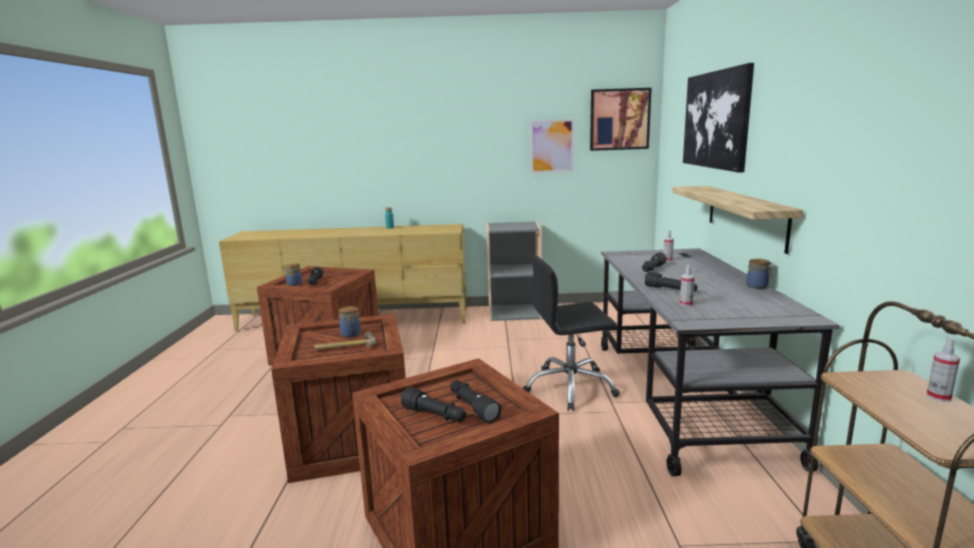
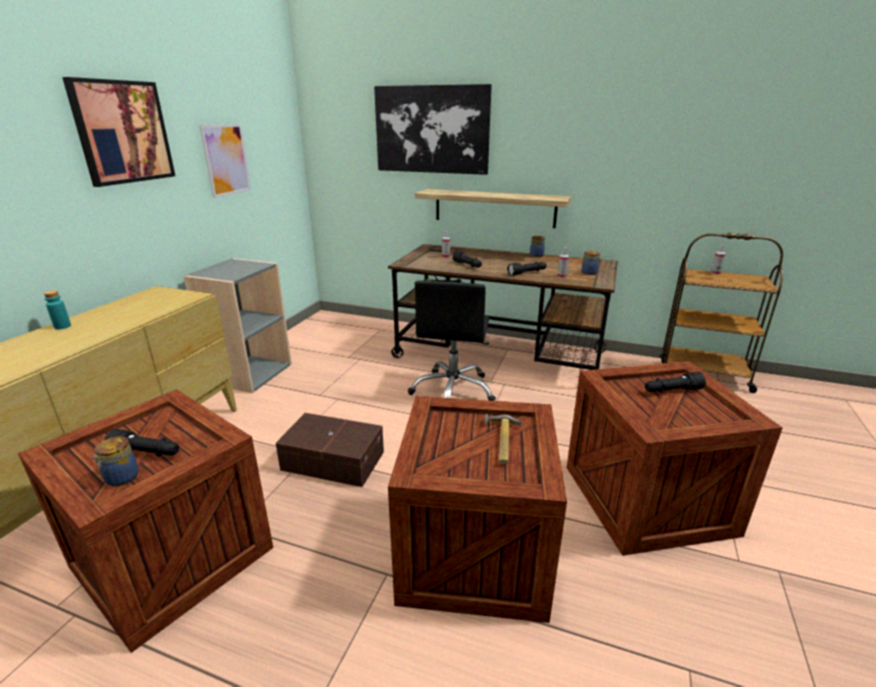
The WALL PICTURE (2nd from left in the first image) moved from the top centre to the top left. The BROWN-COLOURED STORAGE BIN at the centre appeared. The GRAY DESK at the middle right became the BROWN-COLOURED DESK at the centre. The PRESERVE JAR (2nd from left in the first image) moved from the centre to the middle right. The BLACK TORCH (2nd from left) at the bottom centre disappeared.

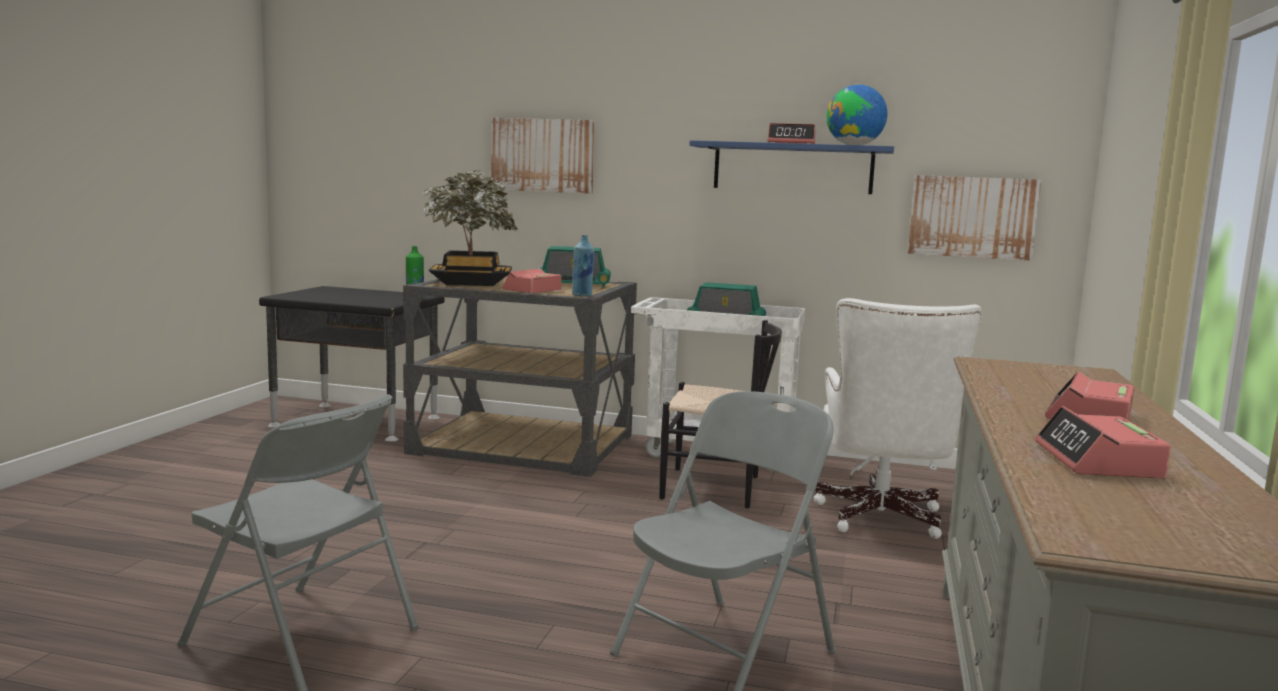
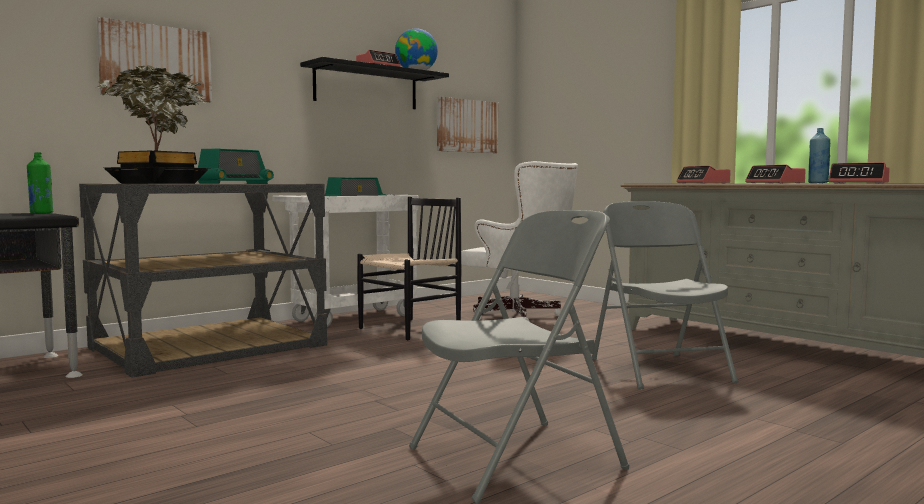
The BLUISH BRACKET SHELF at the top centre became the BLACK BRACKET SHELF at the top centre. The BEDSIDE CLOCK (1st from left in the first image) moved from the centre to the middle right. The BLUISH BOTTLE moved from the centre to the top right.

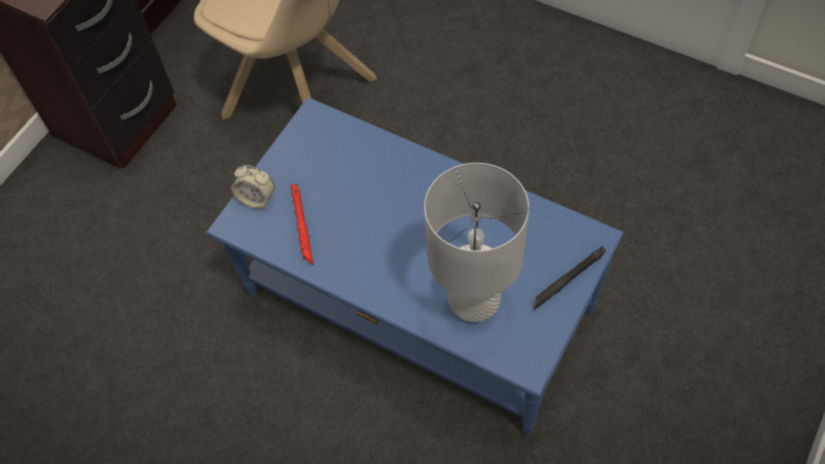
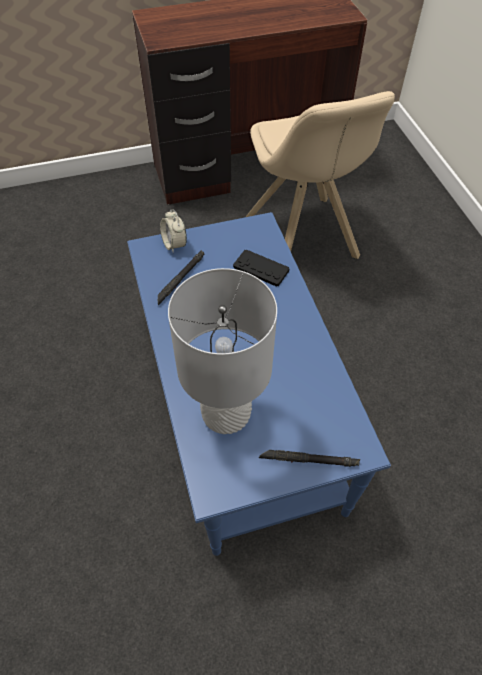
The REDDISH TORCH at the centre became the BLACK TORCH (1st from left) at the centre. The BLACK GAME CONTROLLER at the centre appeared.

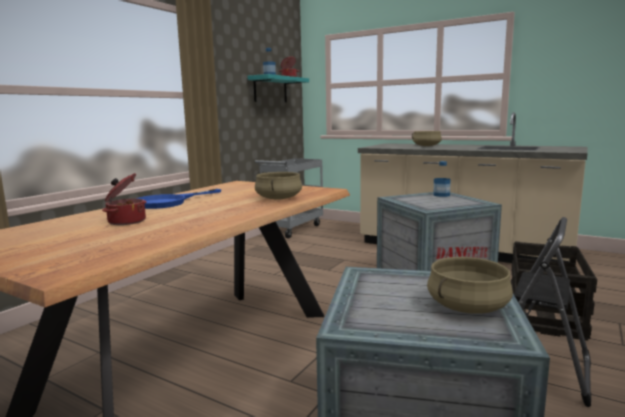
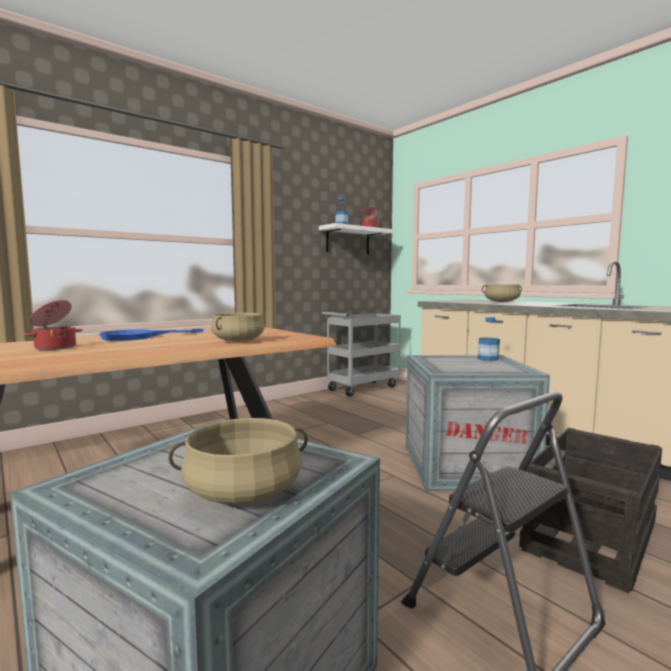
The BLUE-GREEN BRACKET SHELF at the top centre became the WHITISH BRACKET SHELF at the centre.

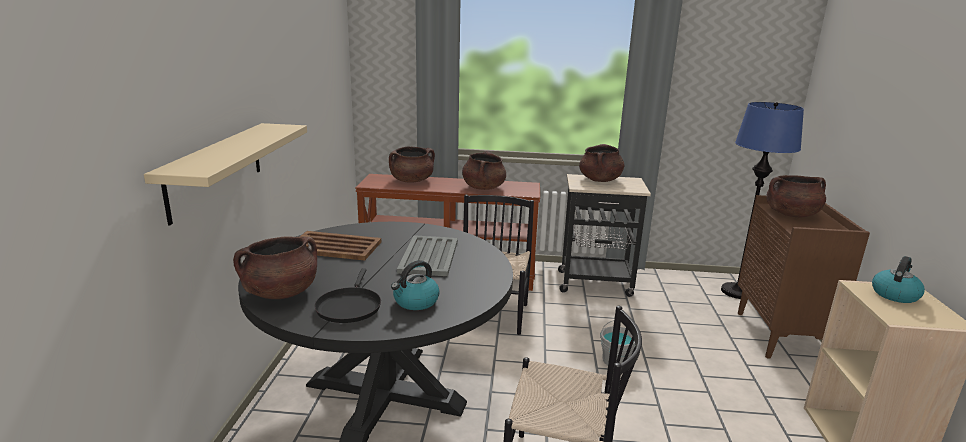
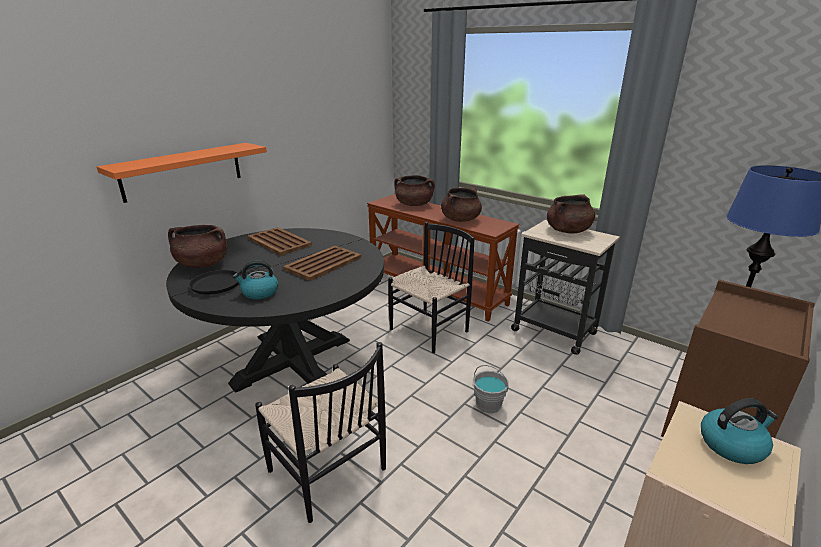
The SAND-COLOURED BRACKET SHELF at the middle left became the ORANGE-COLOURED BRACKET SHELF at the top left. The GRAY CARRYING TRAY at the centre became the BROWN-COLOURED CARRYING TRAY (2nd from left) at the centre. The BROWN-COLOURED SAUCEPOT (5th from left) at the middle right disappeared.

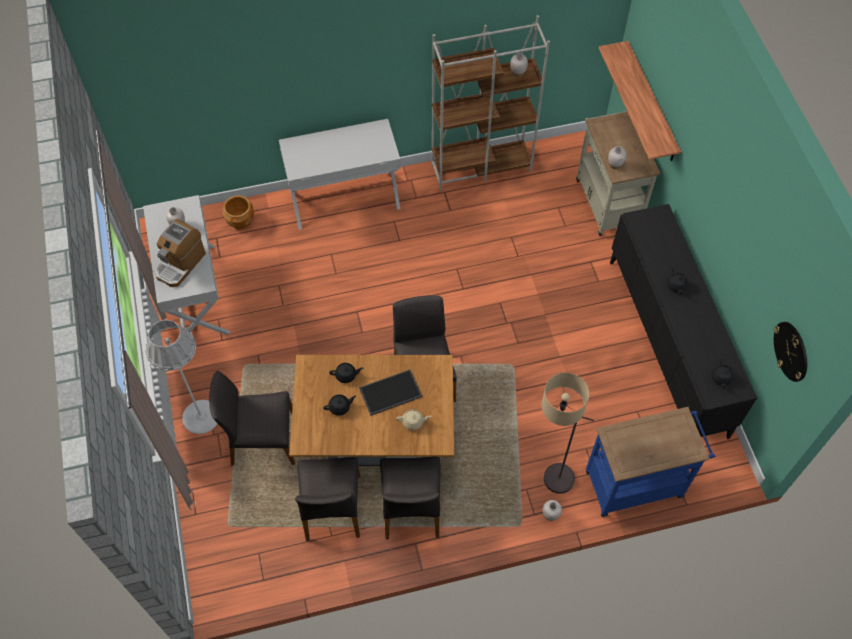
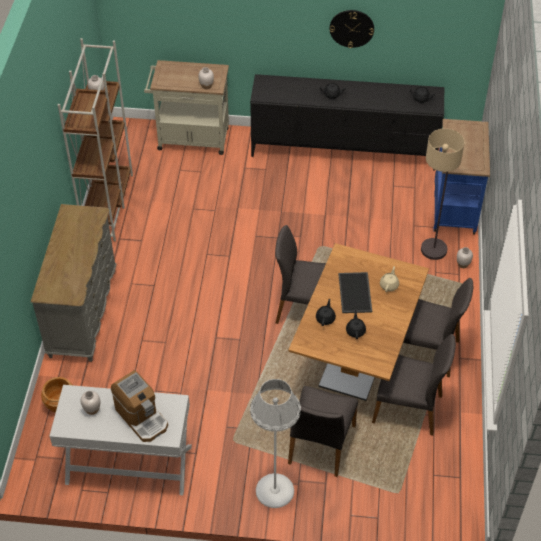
The WHITISH CONSOLE TABLE (2nd from left) at the top centre was replaced by the GRAY DRESSER at the middle left. The HANGING CLOCK moved from the middle right to the top centre. The BRACKET SHELF at the top right disappeared.

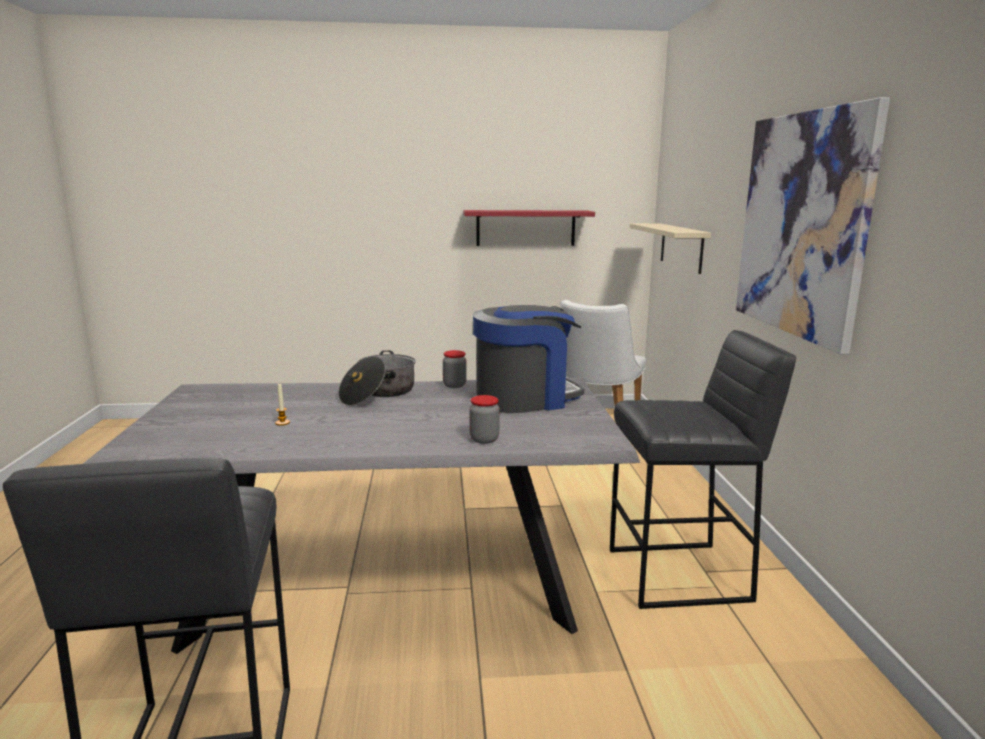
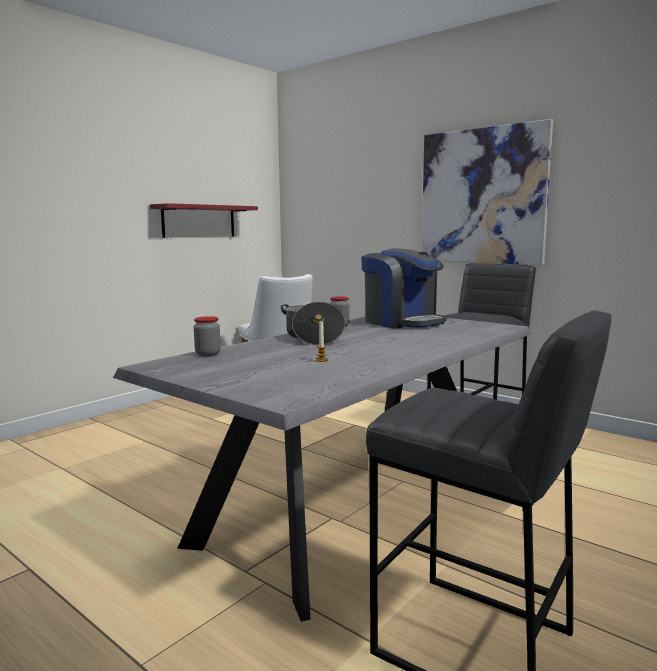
The PRESERVE JAR (2nd from left in the first image) moved from the centre to the middle left. The COFFEE MACHINE at the centre turned 120 degrees clockwise. The SAND-COLOURED BRACKET SHELF at the middle right disappeared.

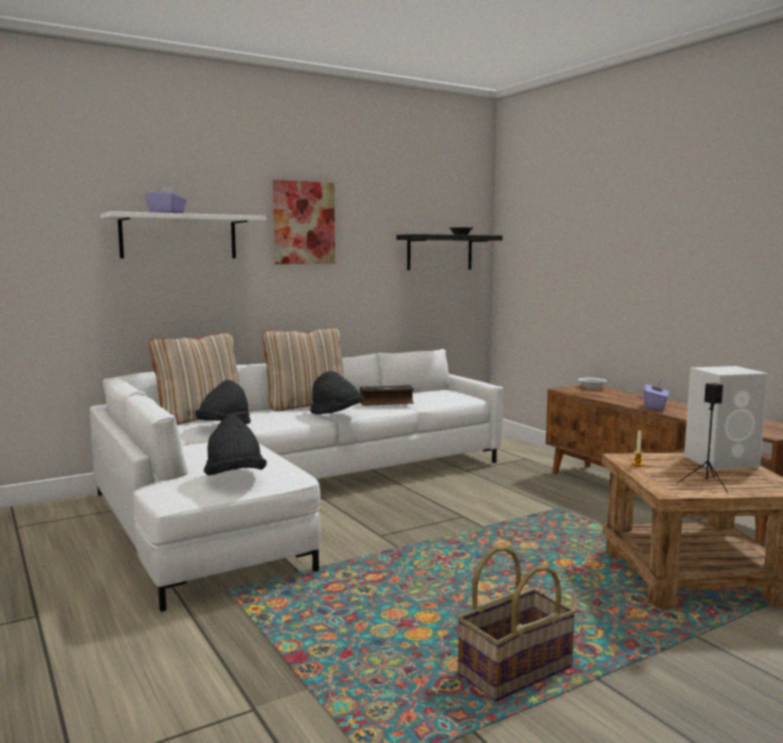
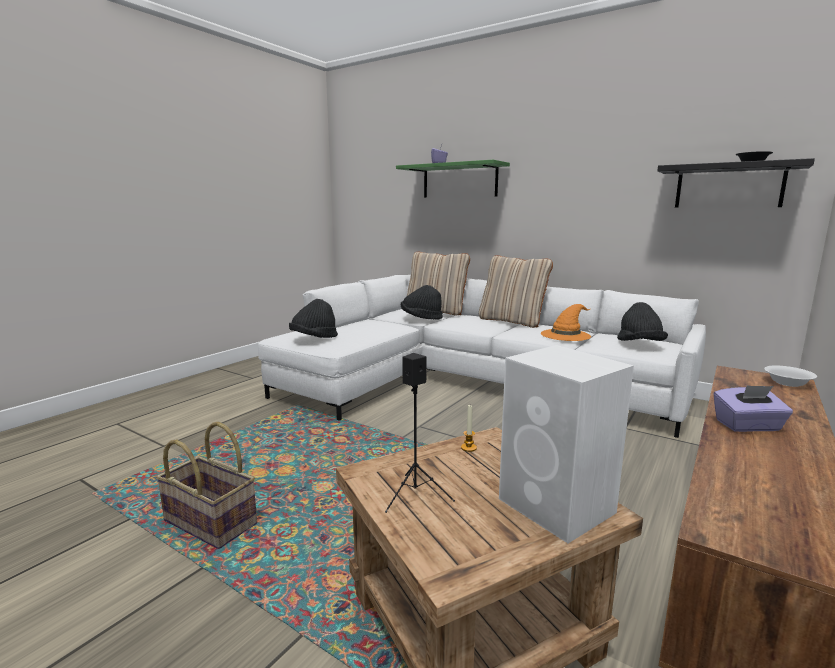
The WHITISH BRACKET SHELF at the top left became the GREEN-COLOURED BRACKET SHELF at the top centre. The VOLUME at the centre was replaced by the ORANGE-COLOURED CLOTHING HAT at the middle right. The BLACK CLOTHING HAT (3rd from left) moved from the centre to the middle right. The WALL PICTURE at the top centre disappeared.

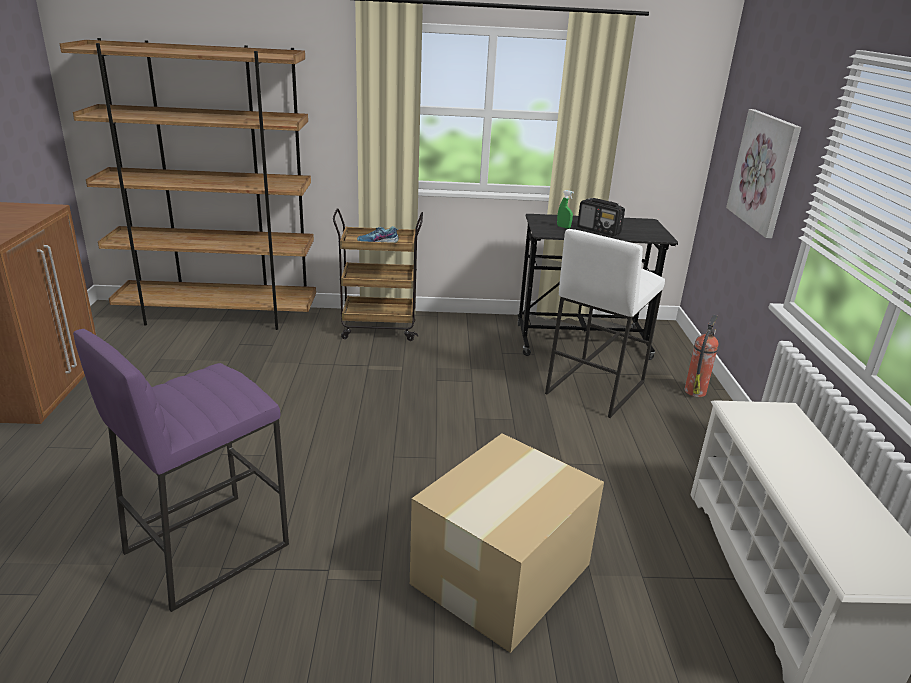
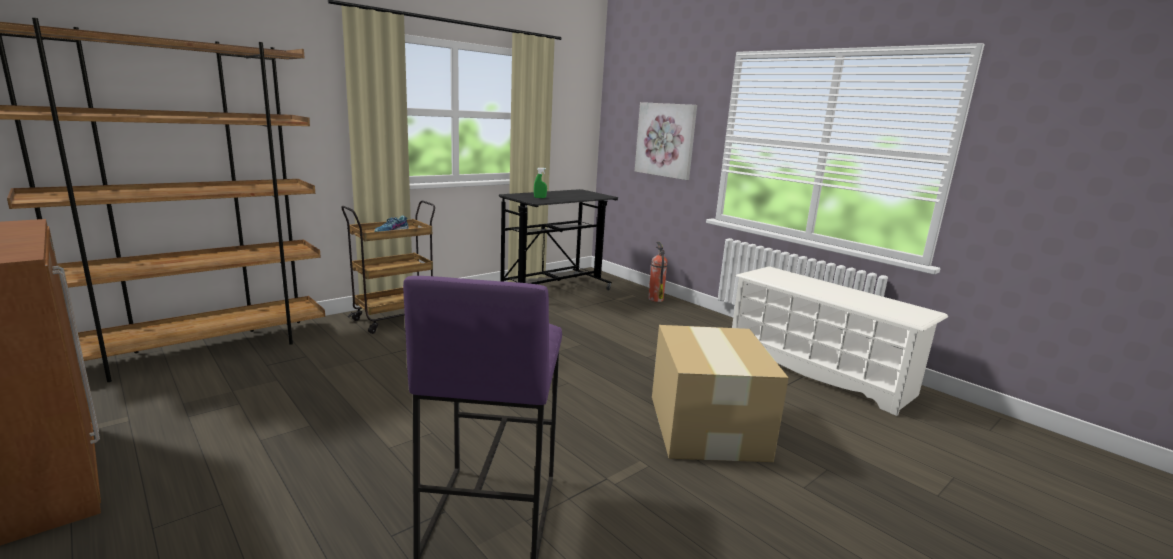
The WHITISH STOOL SEAT at the centre disappeared. The RADIO at the top centre disappeared.

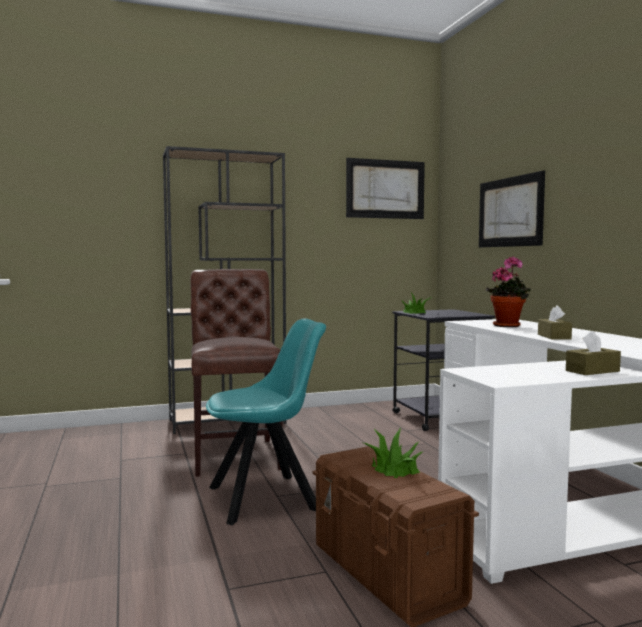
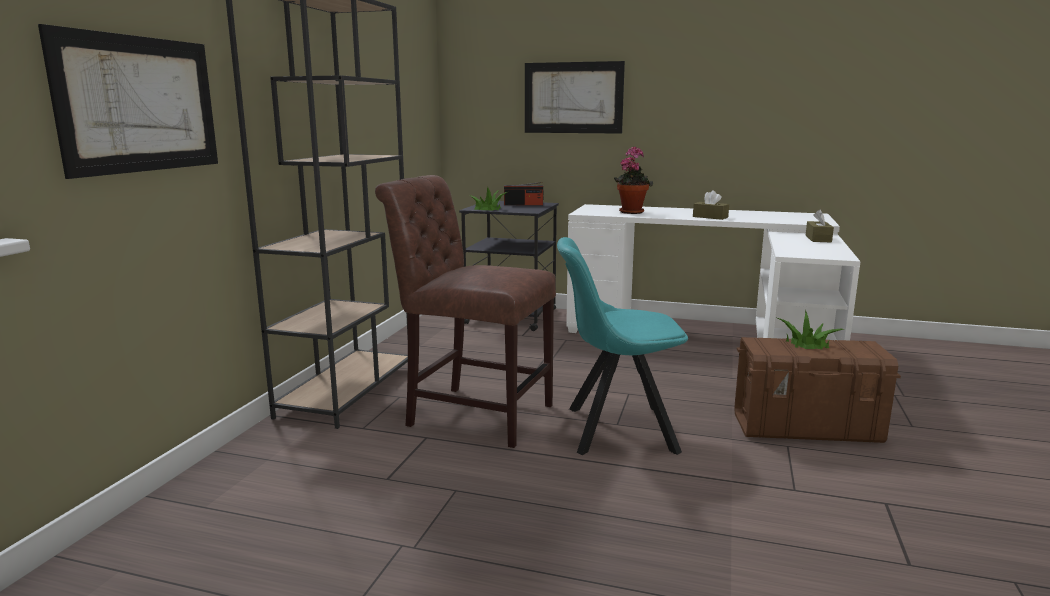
The WALL PICTURE (1st from left) moved from the top centre to the top left. The RADIO at the top centre appeared. The BLUE-GREEN PLAIN CHAIR at the bottom centre turned 105 degrees counterclockwise.

